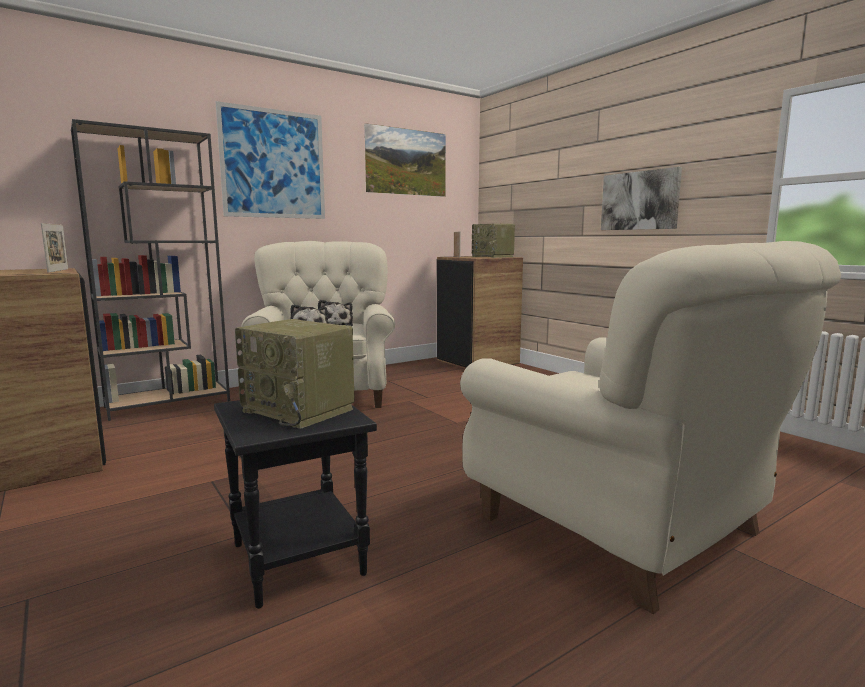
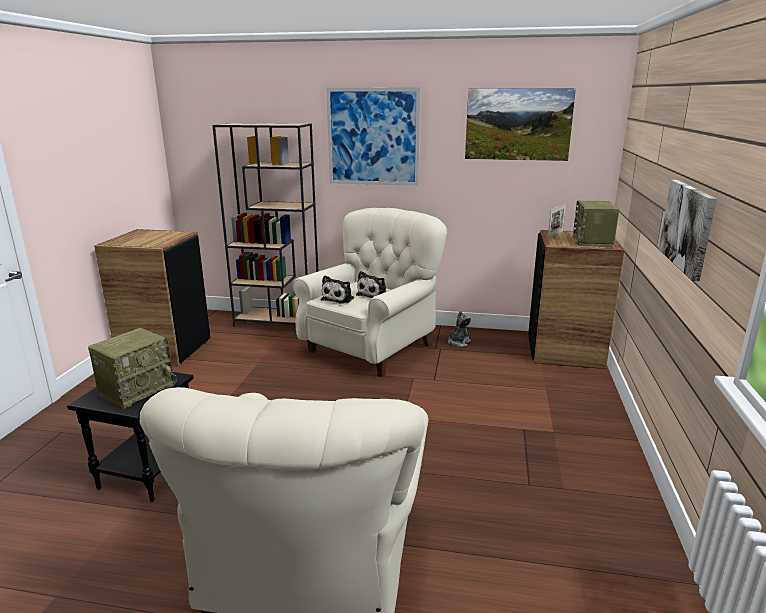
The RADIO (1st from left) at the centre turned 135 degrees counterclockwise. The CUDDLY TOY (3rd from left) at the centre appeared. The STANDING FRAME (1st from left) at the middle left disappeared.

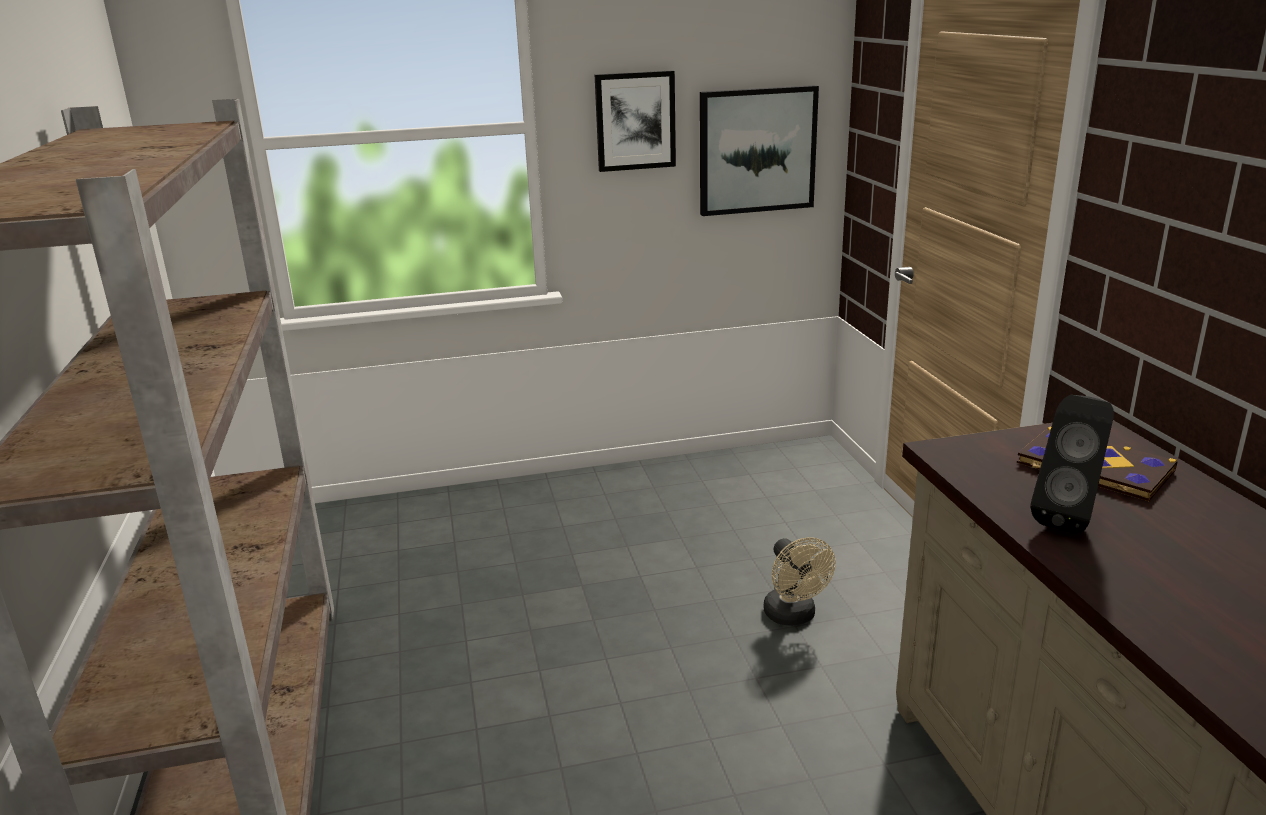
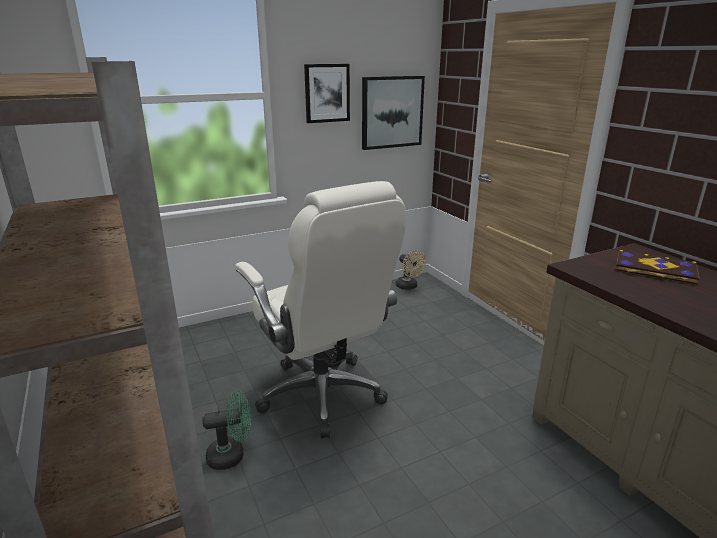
The GREEN-COLOURED FAN at the bottom left appeared. The WHITISH COMPUTER CHAIR at the centre appeared. The SAND-COLOURED FAN moved from the bottom centre to the centre. The BLACK LOUDSPEAKER at the middle right disappeared.

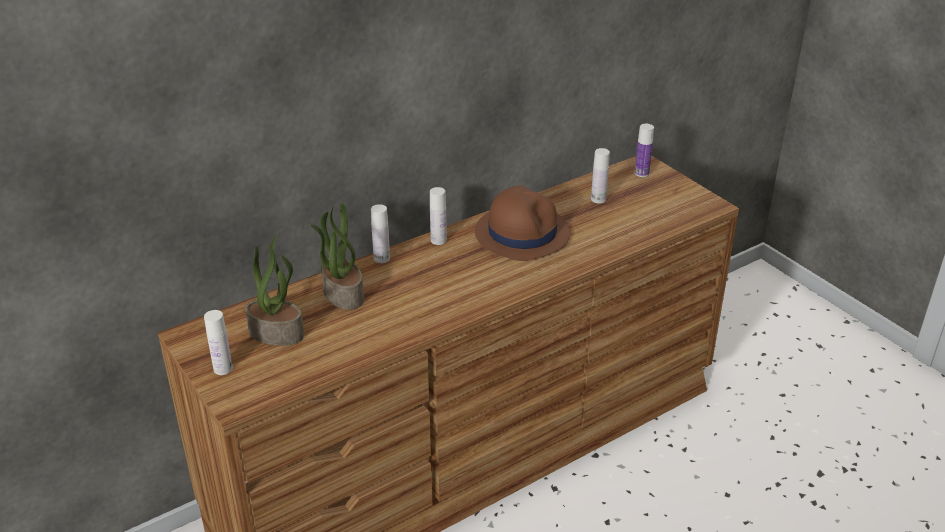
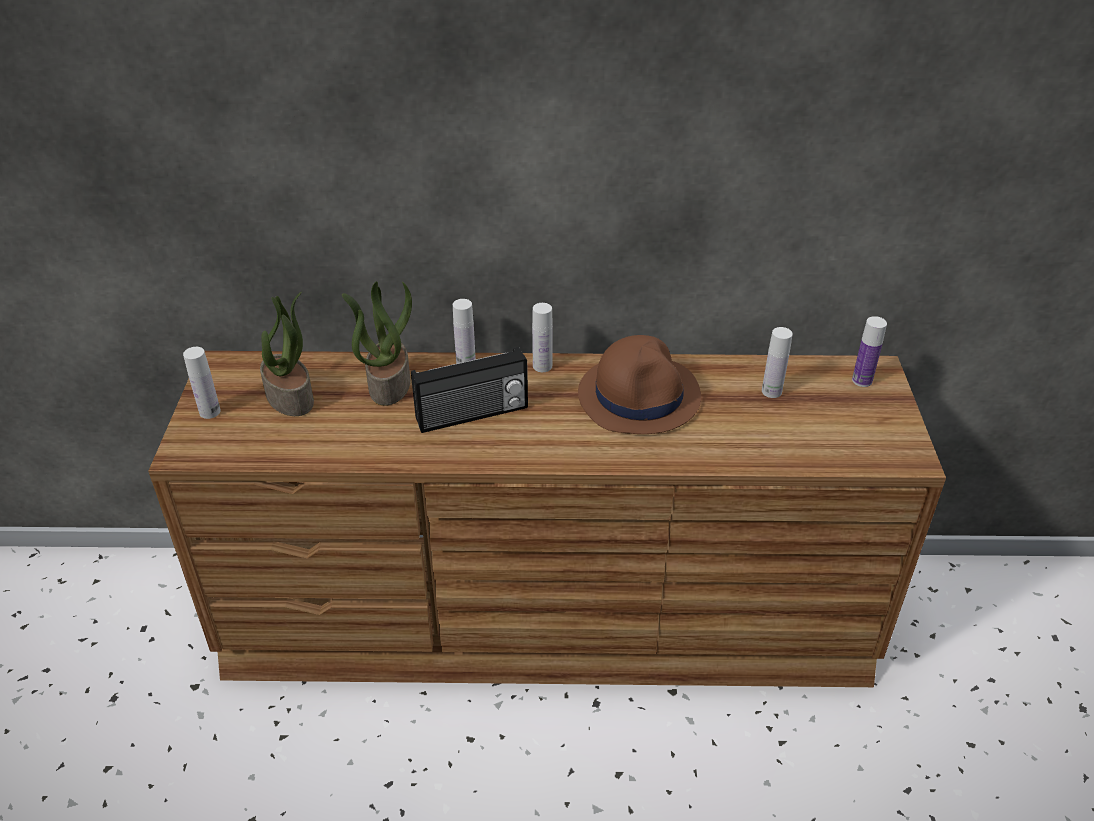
The RADIO at the centre appeared.

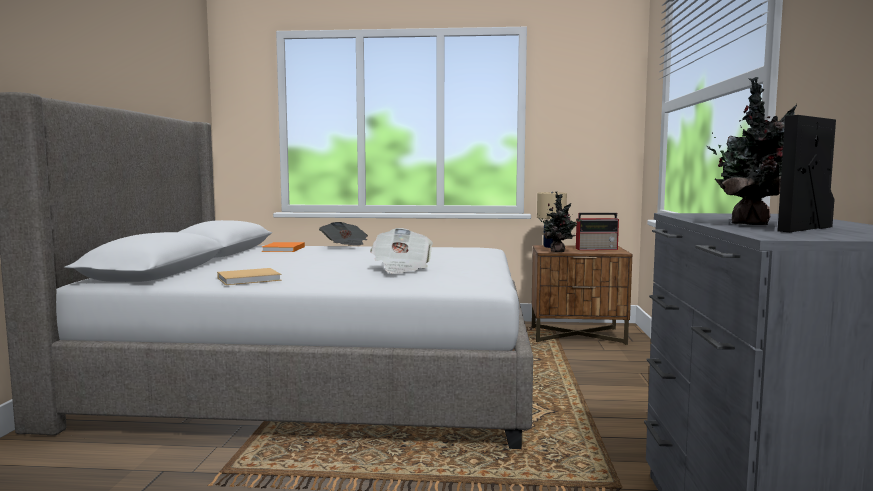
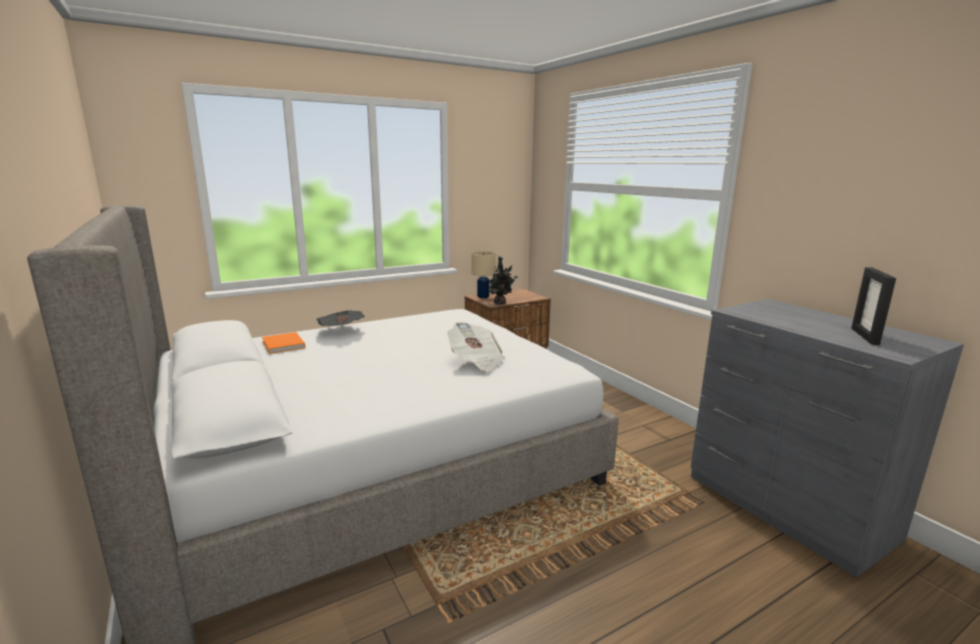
The SAND-COLOURED VOLUME at the middle left disappeared. The RADIO at the middle right disappeared. The HOUSEPLANT (2nd from left) at the top right disappeared.

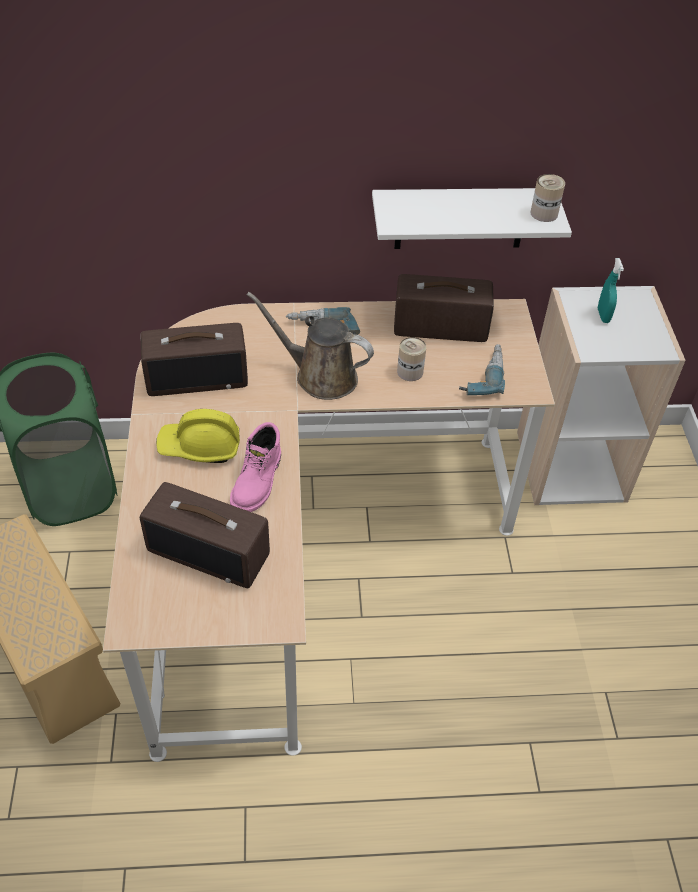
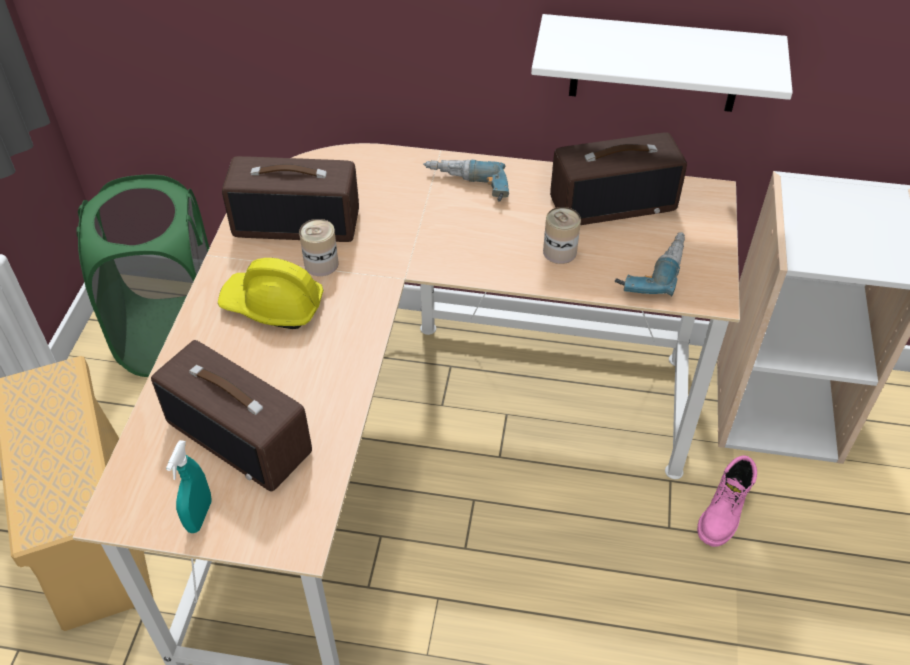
The BLUE-GREEN HAND SPRAYER moved from the top right to the bottom left. The METAL CAN (2nd from left in the first image) moved from the top right to the centre. The RADIO (3rd from left) at the centre turned 150 degrees clockwise. The PINK-COLOURED HIGH-TOP BOOT moved from the centre to the bottom right. The BROWN-COLOURED WATERING POT at the centre disappeared.

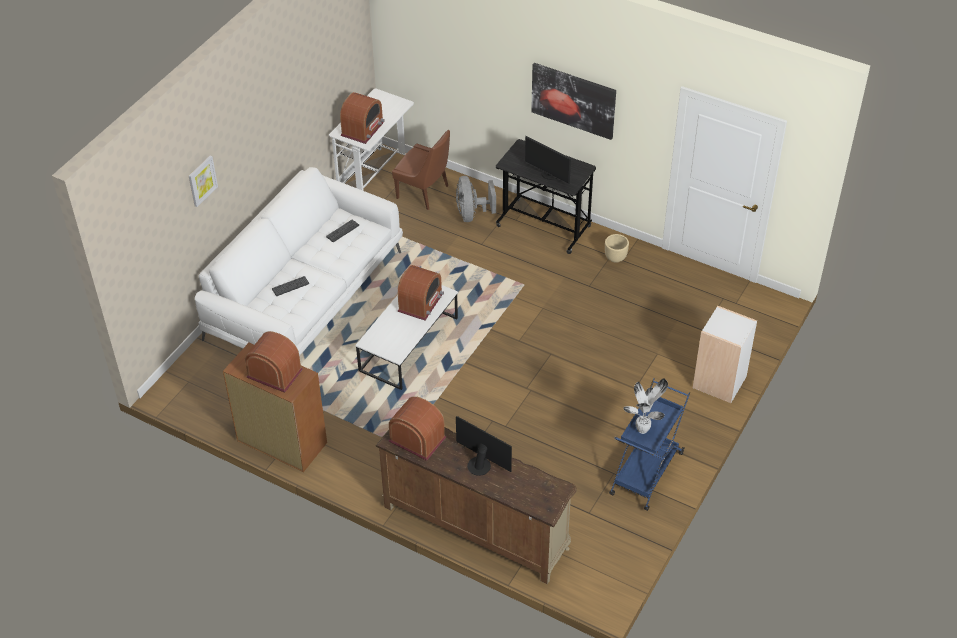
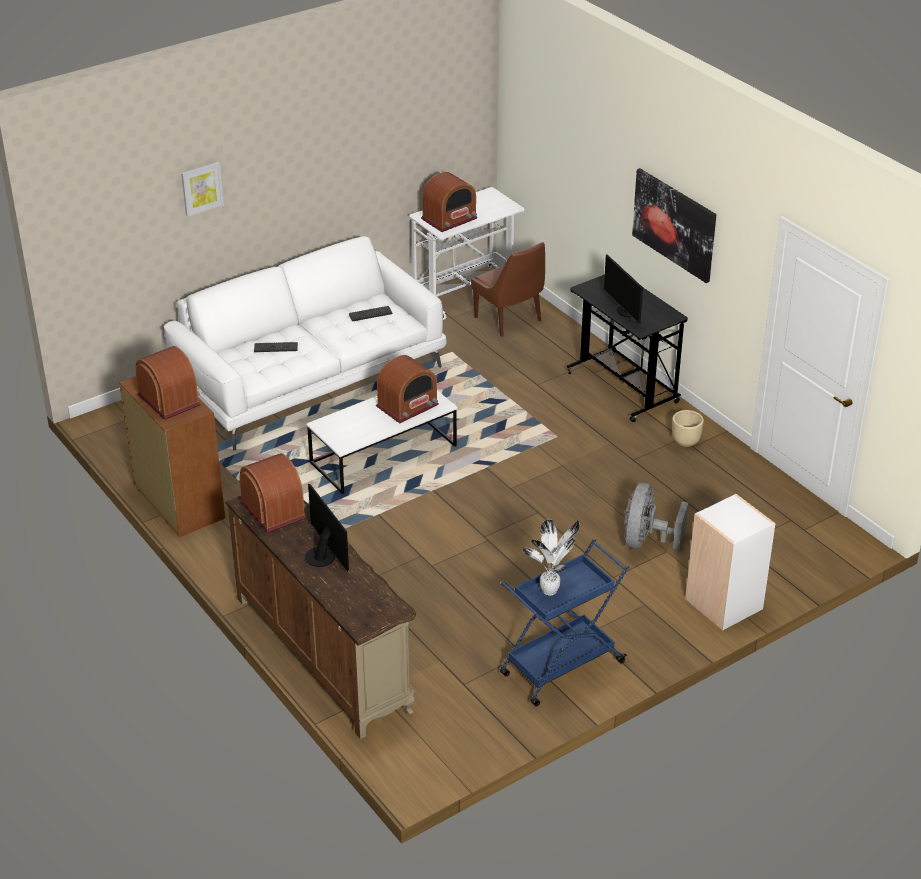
The GRAY FAN moved from the top centre to the middle right.

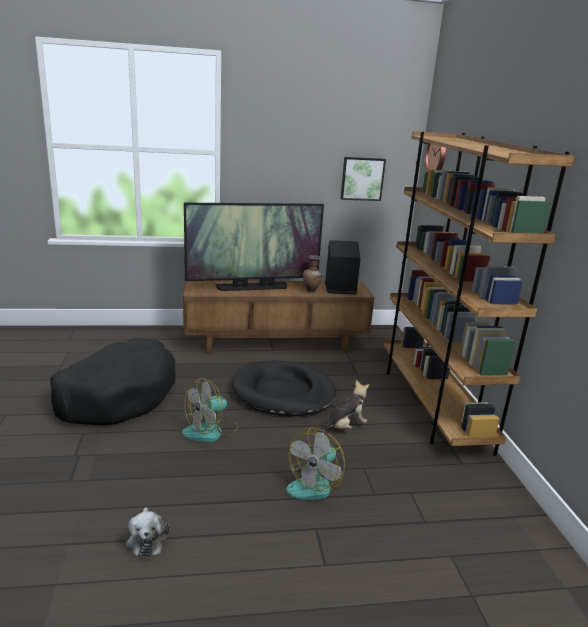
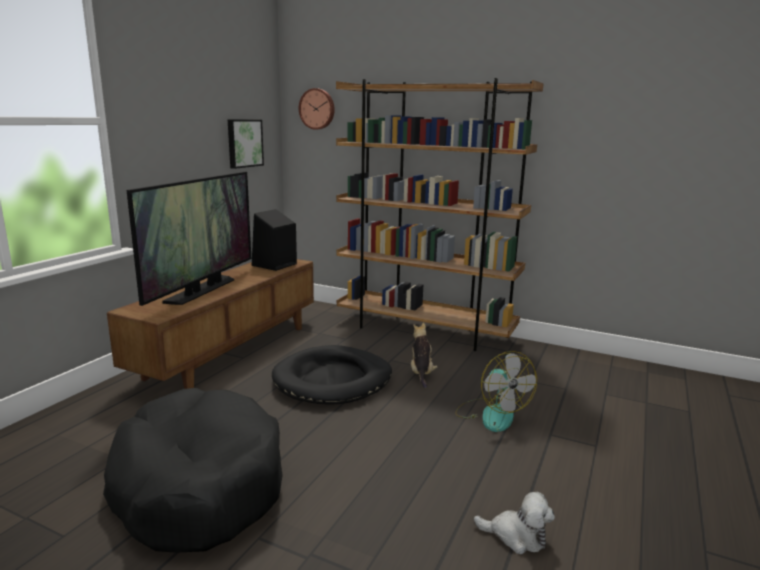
The FAN (1st from left) at the centre disappeared. The BROWN-COLOURED VASE at the centre disappeared.

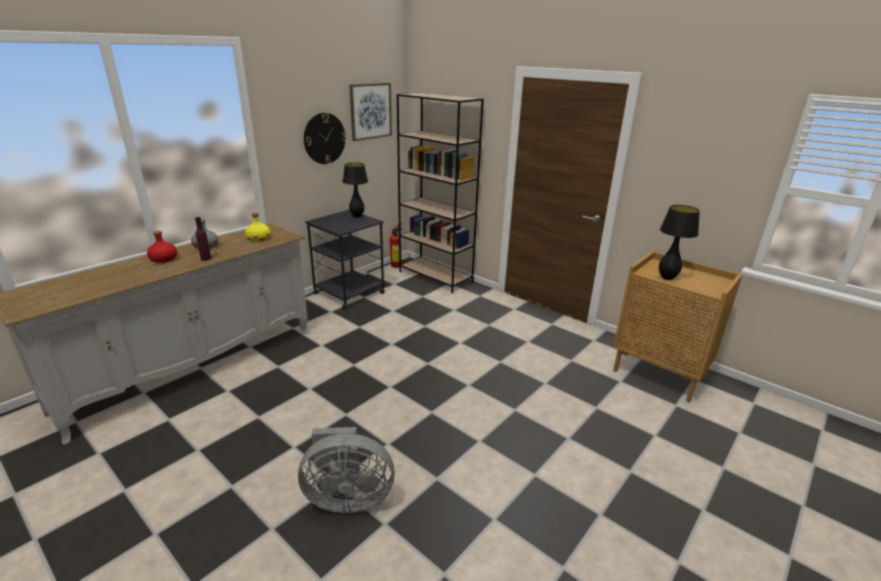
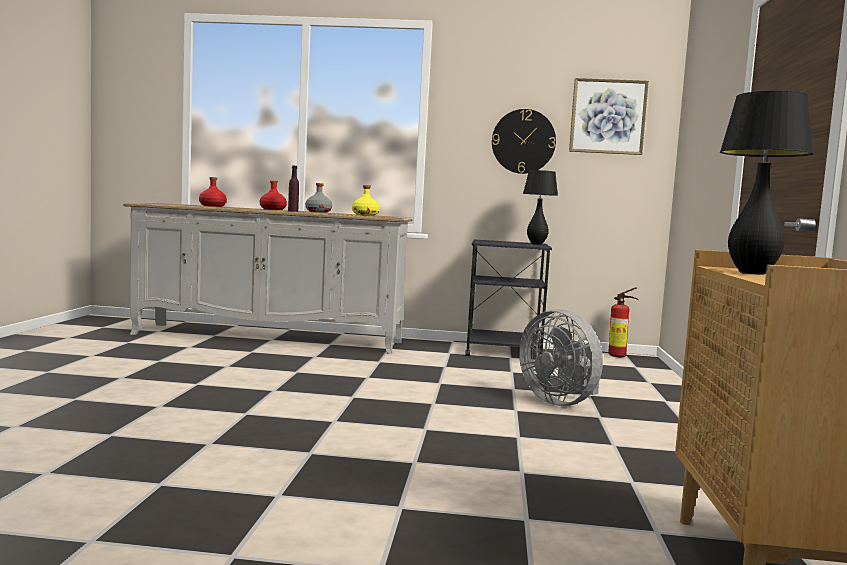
The REDDISH BOTTLE (1st from left) at the middle left appeared. The GRAY FAN moved from the bottom centre to the centre. The SAND-COLOURED BOOKCASE at the top centre disappeared.

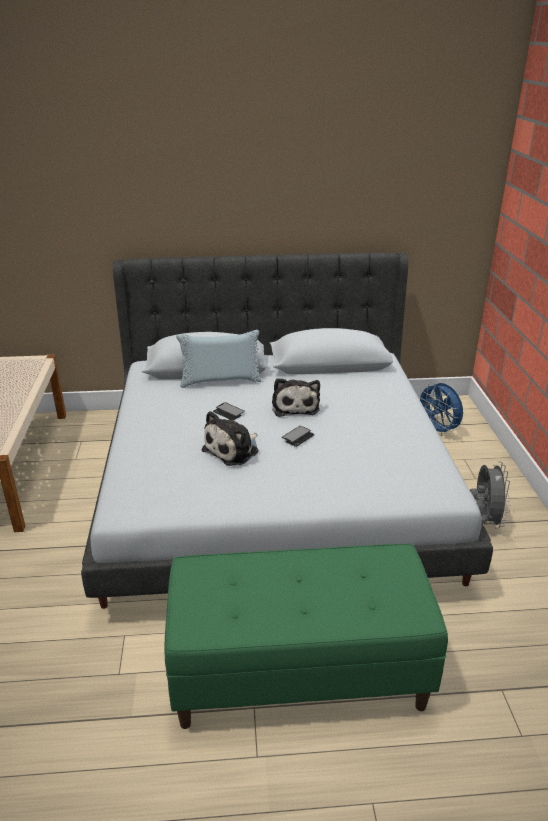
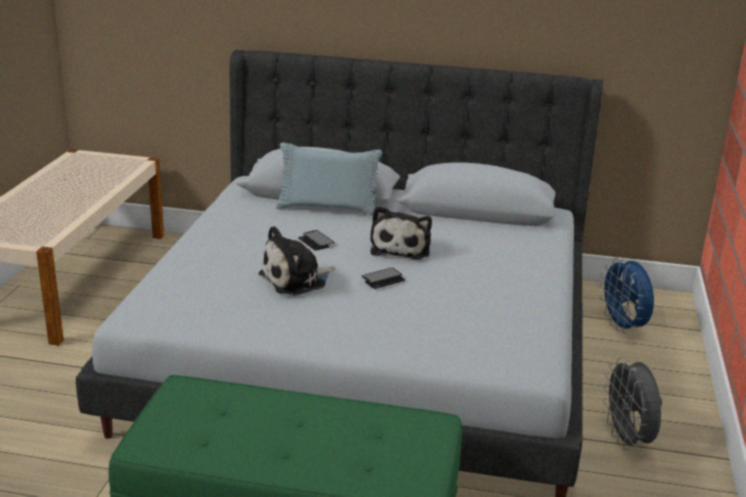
The GRAY FAN at the middle right turned 150 degrees clockwise.

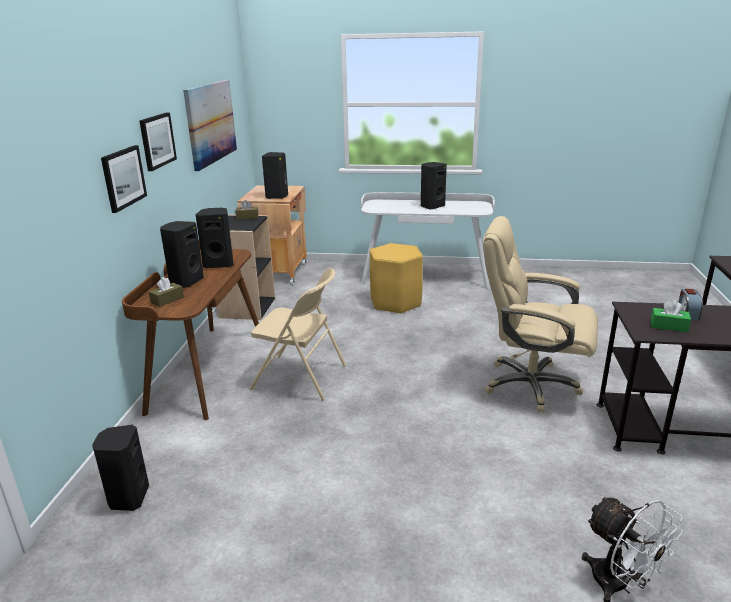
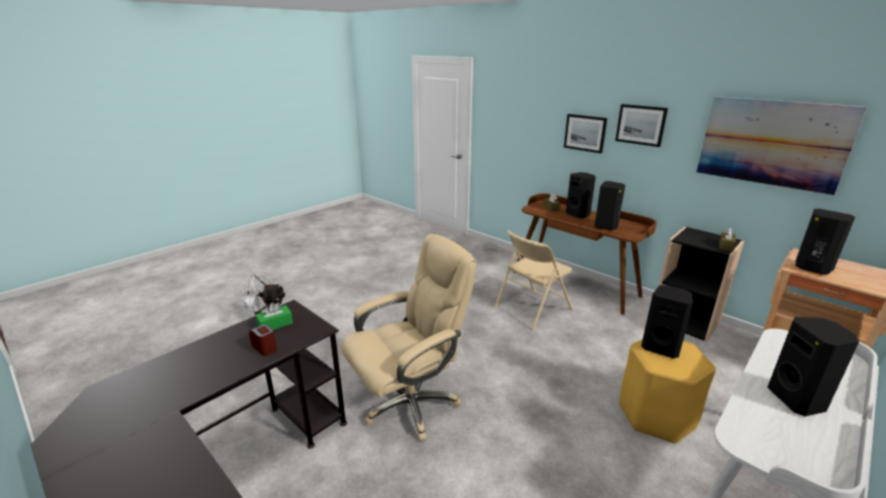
The BLACK LOUDSPEAKER (1st from left in the first image) moved from the bottom left to the middle right.

